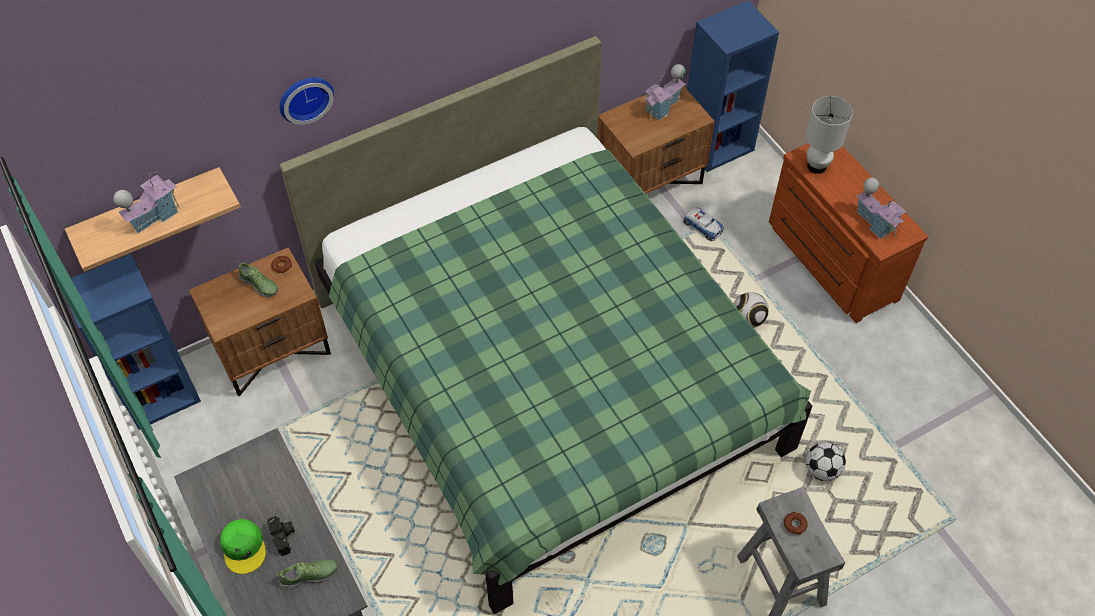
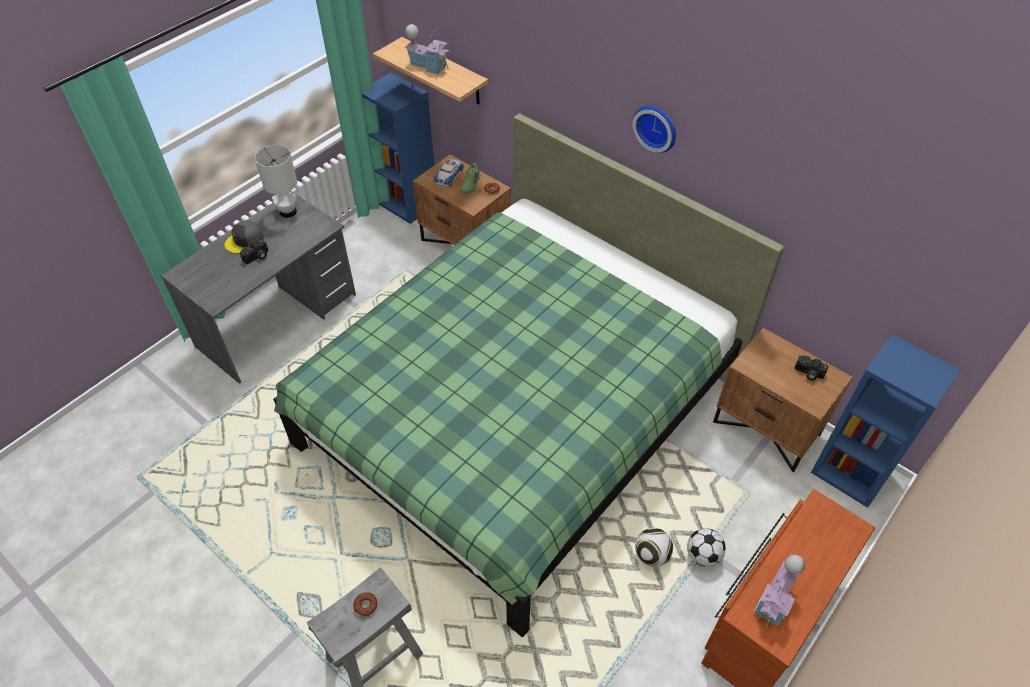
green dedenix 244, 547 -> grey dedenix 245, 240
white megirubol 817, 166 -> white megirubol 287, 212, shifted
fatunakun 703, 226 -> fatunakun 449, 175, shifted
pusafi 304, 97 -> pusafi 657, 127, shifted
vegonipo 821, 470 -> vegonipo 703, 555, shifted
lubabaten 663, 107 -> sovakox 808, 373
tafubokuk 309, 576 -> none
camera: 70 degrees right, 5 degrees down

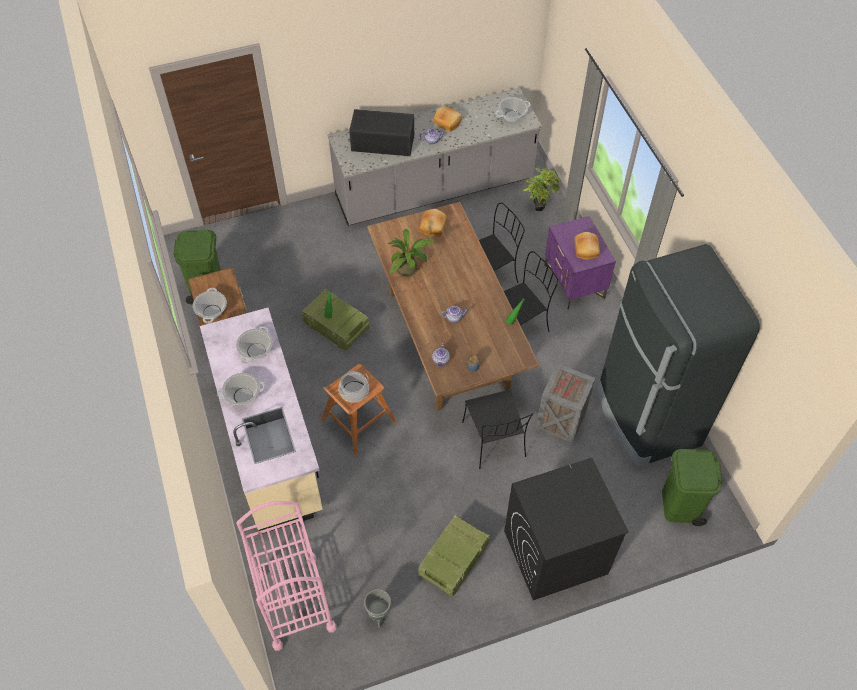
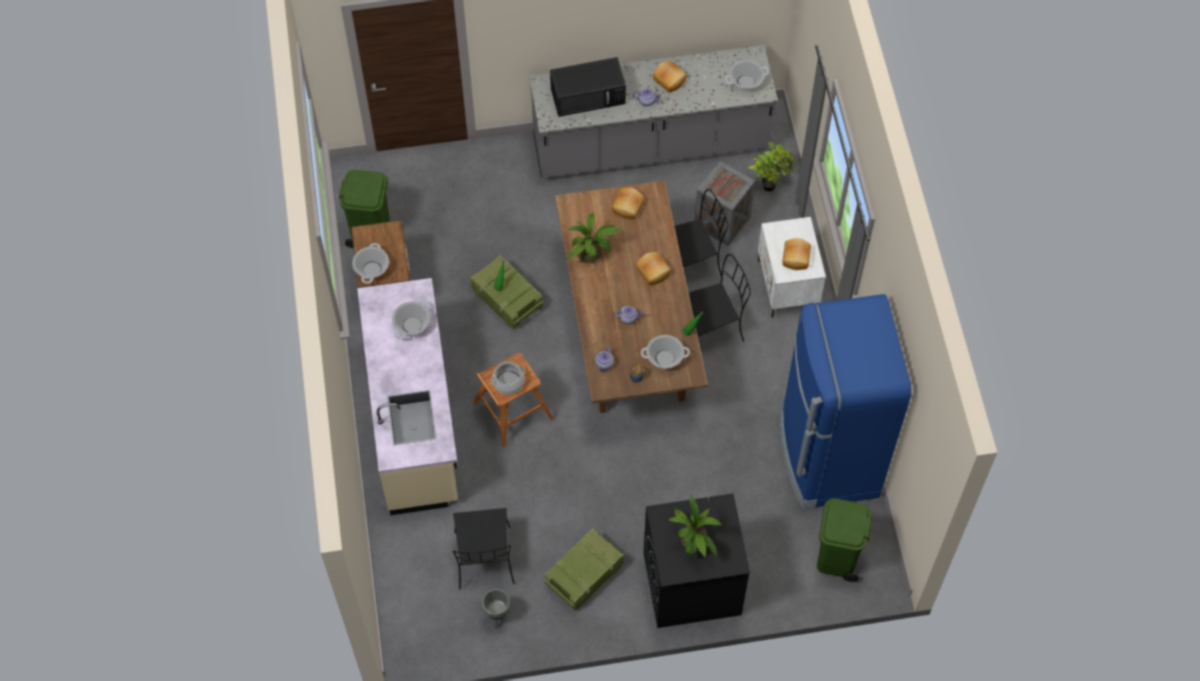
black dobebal 494, 441 -> black dobebal 484, 560, shifted
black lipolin 381, 142 -> black lipolin 589, 95, 150 degrees clockwise
none -> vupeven 653, 271
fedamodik 243, 396 -> fedamodik 665, 358, shifted
none -> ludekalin 694, 543
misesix 562, 419 -> misesix 723, 221, shifted
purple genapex 574, 282 -> white genapex 787, 286
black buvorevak 646, 418 -> blue buvorevak 827, 457
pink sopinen 294, 601 -> none
camera: 10 degrees right, 5 degrees up

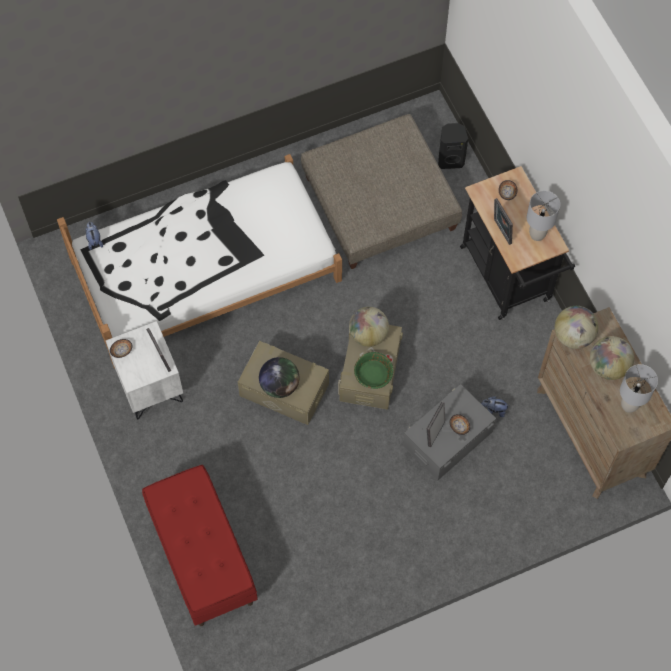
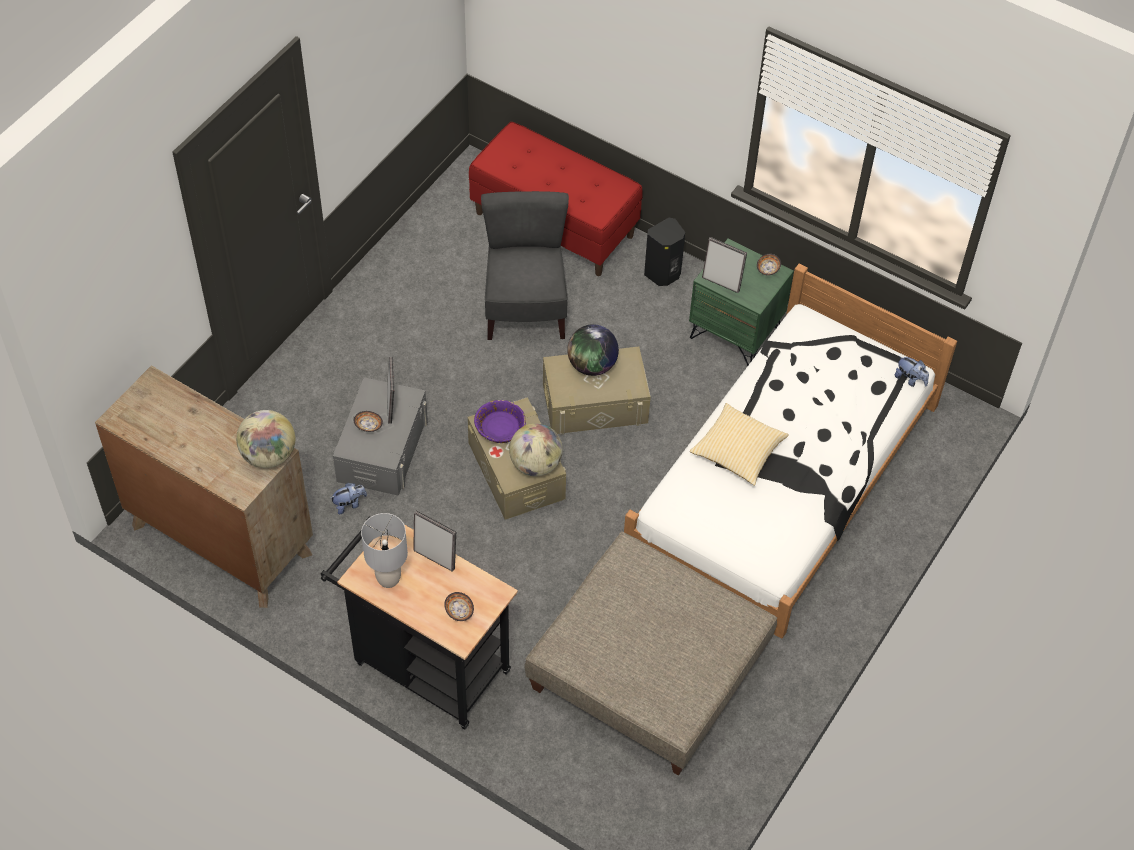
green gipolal 373, 374 -> purple gipolal 500, 428
none -> grey dobebal 525, 310
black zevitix 450, 159 -> black zevitix 663, 274, shifted
white genapex 149, 386 -> green genapex 735, 333
none -> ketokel 738, 452
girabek 608, 366 -> none
grey megirubol 629, 405 -> none
camera: 145 degrees right, 10 degrees down

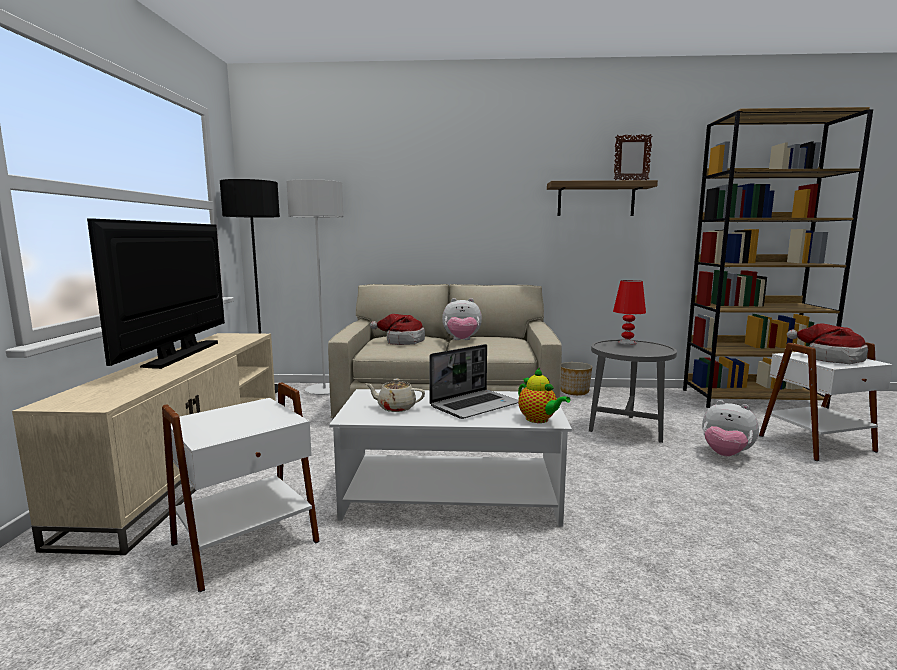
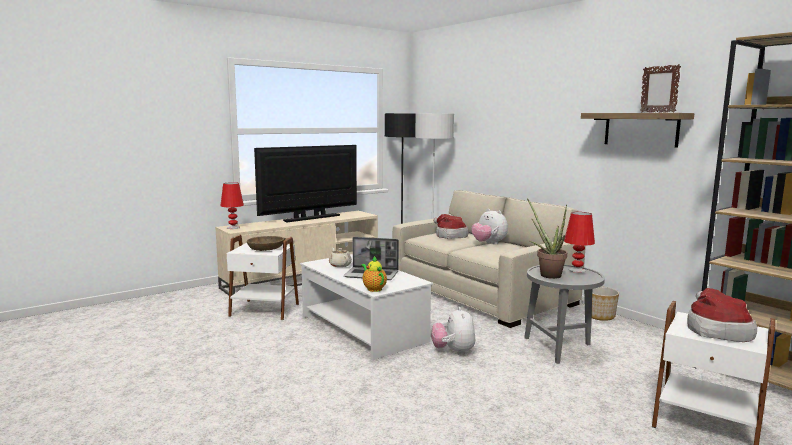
none -> red megirubol 233, 227
none -> brown gipolal 266, 248
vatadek 539, 420 -> vatadek 373, 289, 135 degrees clockwise
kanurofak 725, 455 -> kanurofak 453, 352, shifted
none -> ludekalin 546, 274
camera: 50 degrees right, 0 degrees up

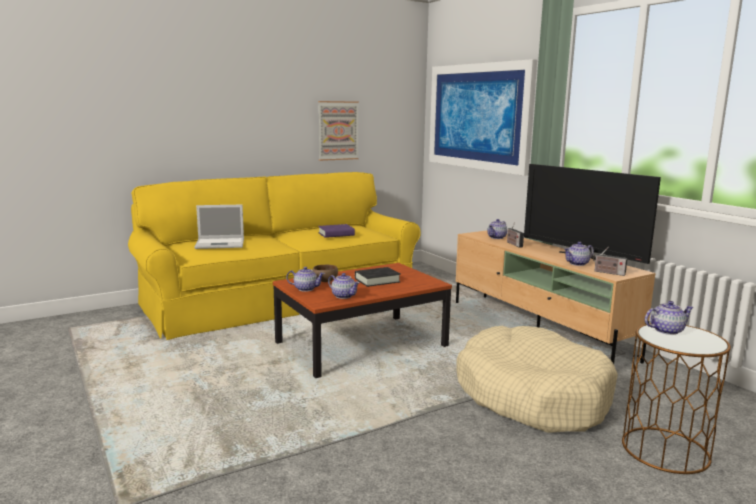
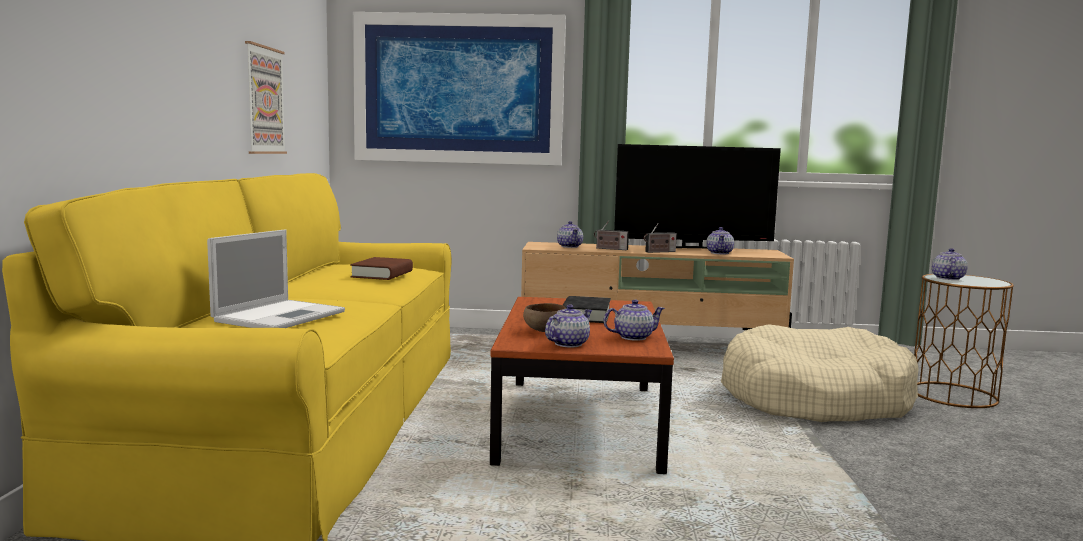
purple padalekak 336, 234 -> brown padalekak 382, 274
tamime 608, 272 -> tamime 659, 252, shifted
camera: 55 degrees left, 5 degrees down

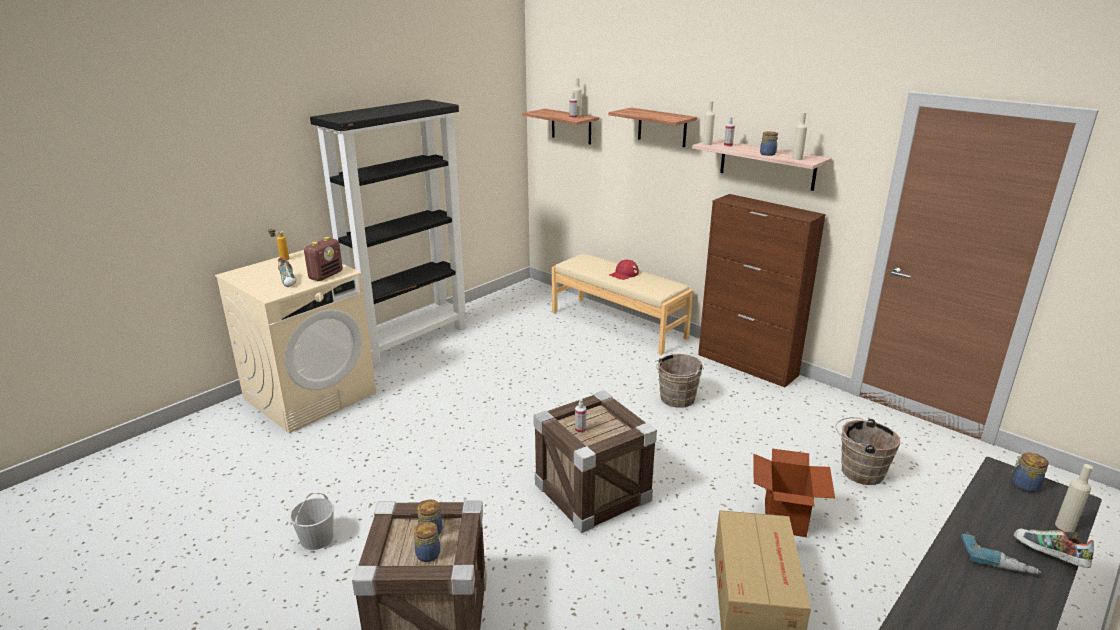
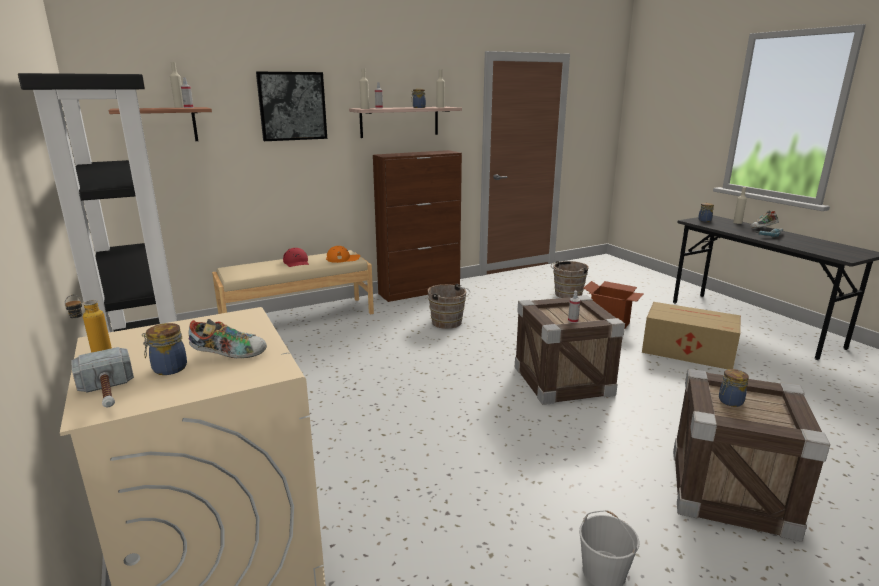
none -> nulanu 108, 394
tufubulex 427, 553 -> tufubulex 168, 369, shifted
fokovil 662, 127 -> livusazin 292, 106
none -> orange dedenix 343, 258
tamime 326, 275 -> none
camera: 70 degrees left, 5 degrees down

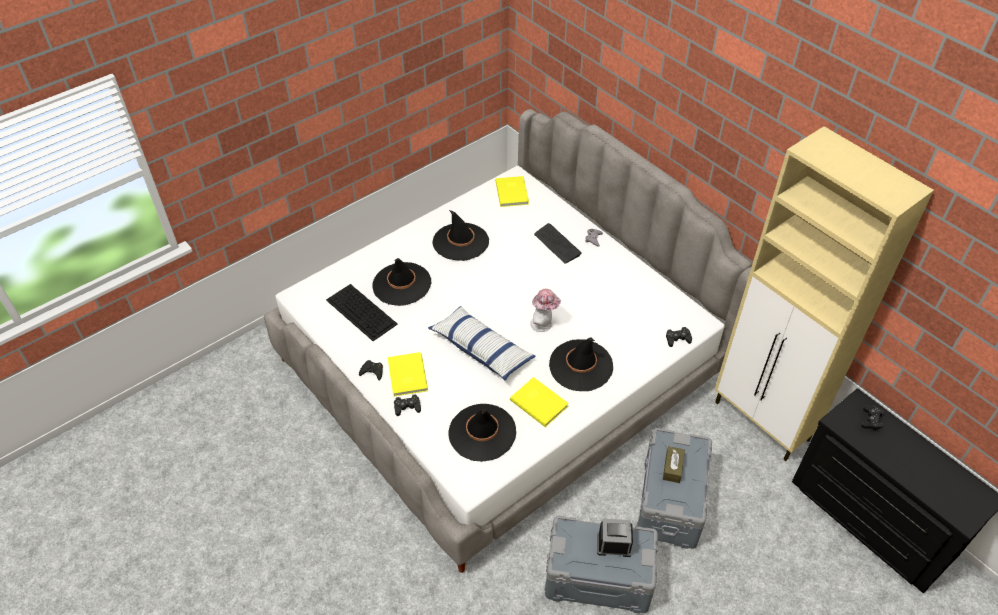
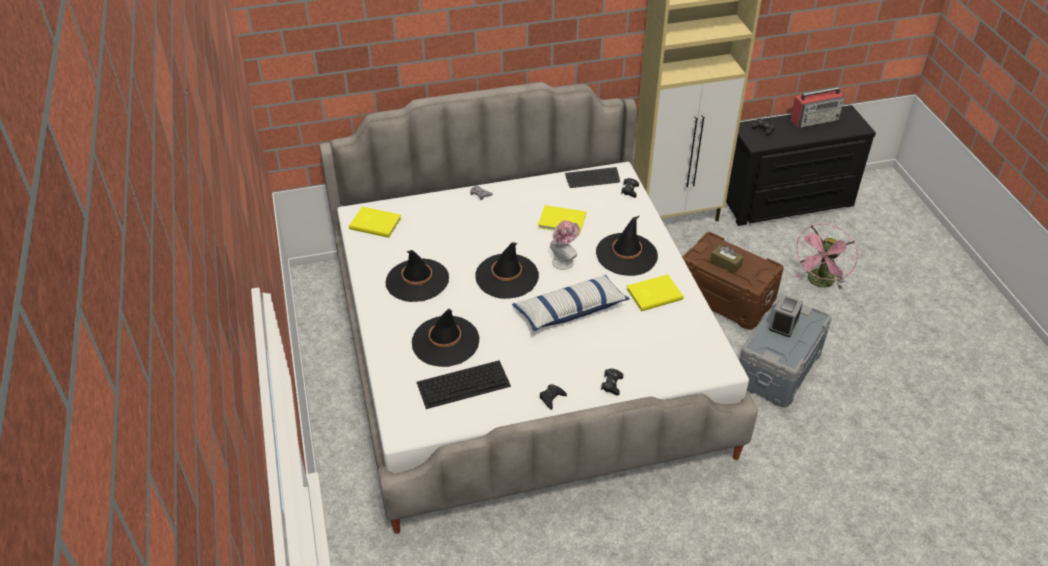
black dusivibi 482, 433 -> black dusivibi 507, 276, shifted
yellow padalekak 406, 376 -> yellow padalekak 562, 222, shifted
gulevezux 557, 244 -> gulevezux 592, 178, shifted
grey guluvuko 669, 501 -> brown guluvuko 725, 298
none -> tamime 815, 119
none -> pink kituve 819, 283
camera: 65 degrees left, 5 degrees down

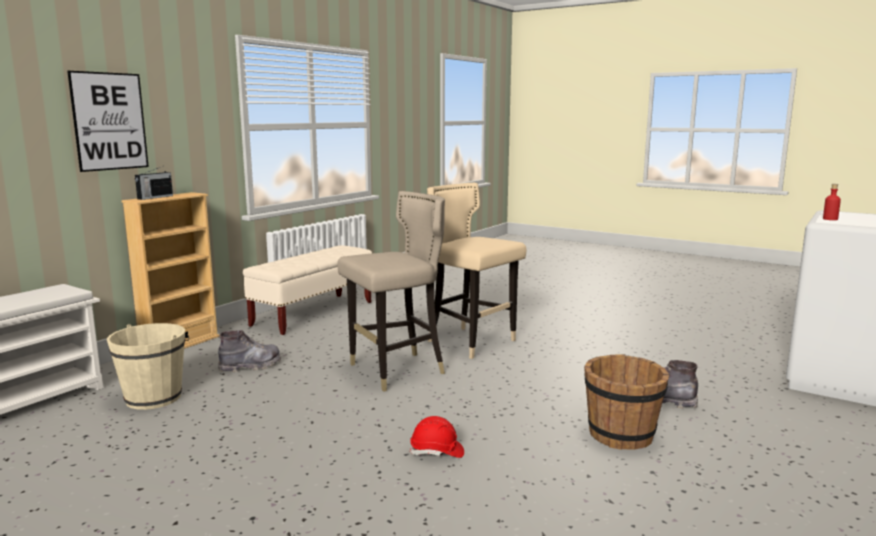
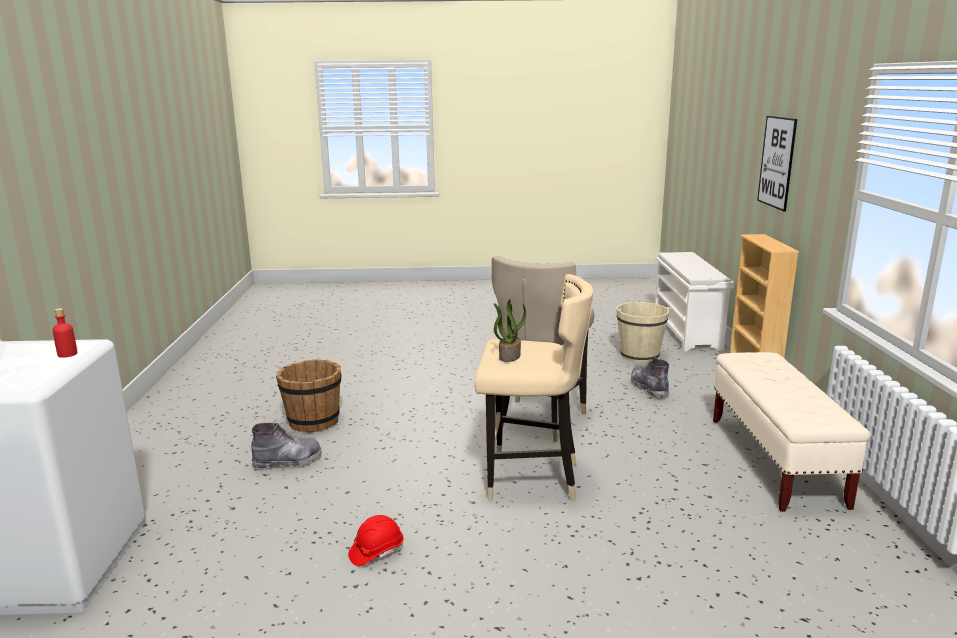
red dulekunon 437, 452 -> red dulekunon 376, 552, shifted
none -> ludekalin 509, 356
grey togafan 251, 366 -> grey togafan 649, 388, 135 degrees clockwise
tamime 154, 197 -> none
camera: 145 degrees right, 5 degrees up

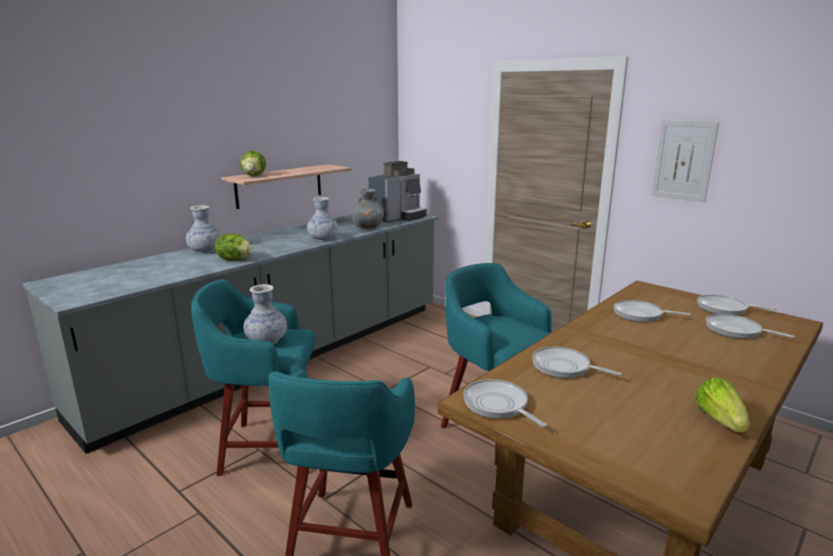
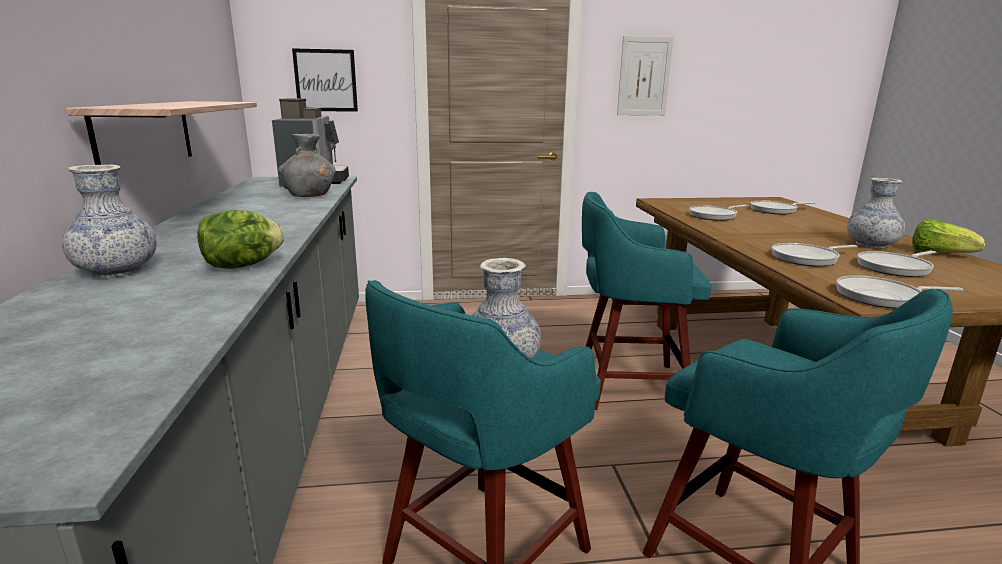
none -> livusazin 325, 80
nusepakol 323, 239 -> nusepakol 871, 245, shifted
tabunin 725, 309 -> tabunin 895, 268, shifted
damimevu 254, 175 -> none
camera: 50 degrees left, 0 degrees up

